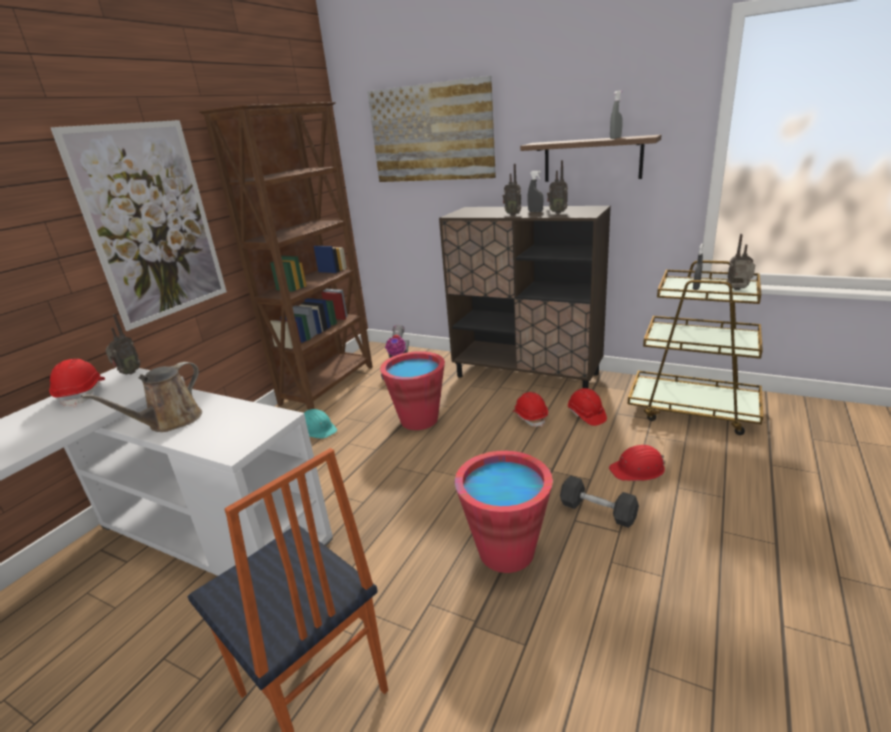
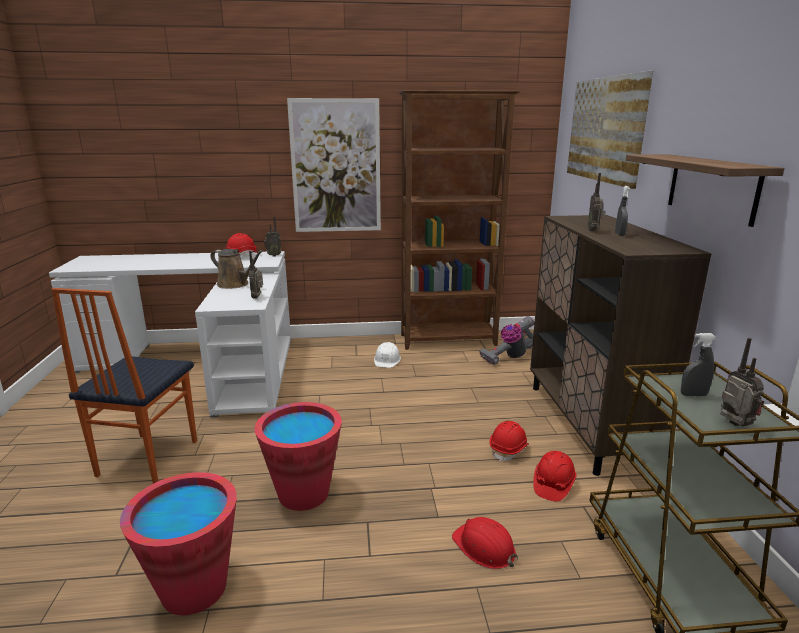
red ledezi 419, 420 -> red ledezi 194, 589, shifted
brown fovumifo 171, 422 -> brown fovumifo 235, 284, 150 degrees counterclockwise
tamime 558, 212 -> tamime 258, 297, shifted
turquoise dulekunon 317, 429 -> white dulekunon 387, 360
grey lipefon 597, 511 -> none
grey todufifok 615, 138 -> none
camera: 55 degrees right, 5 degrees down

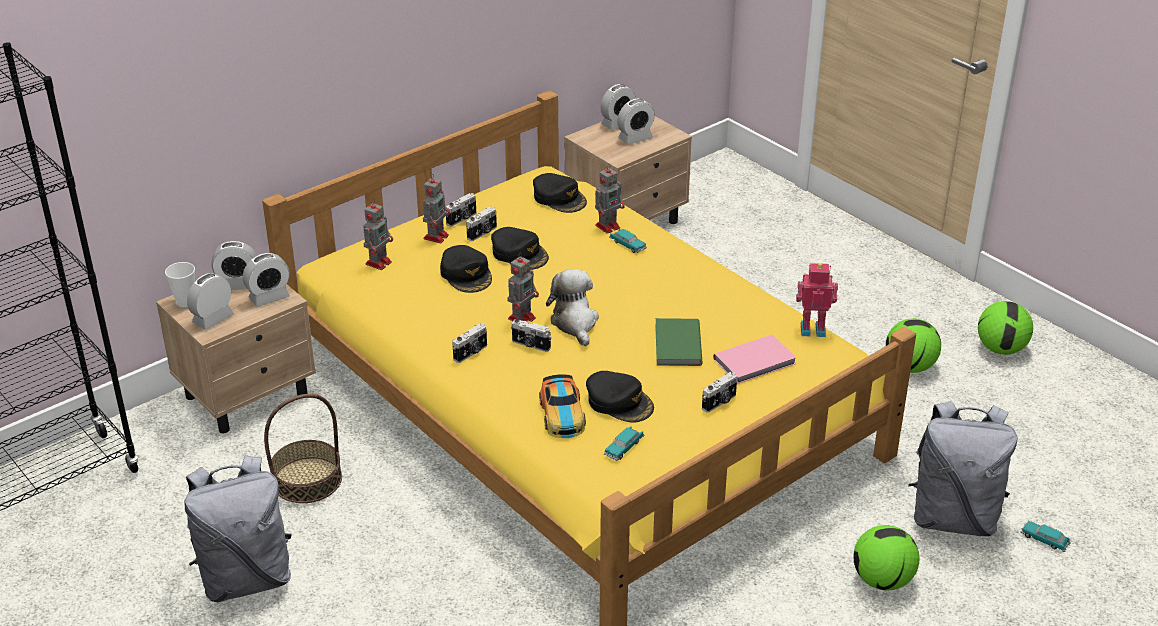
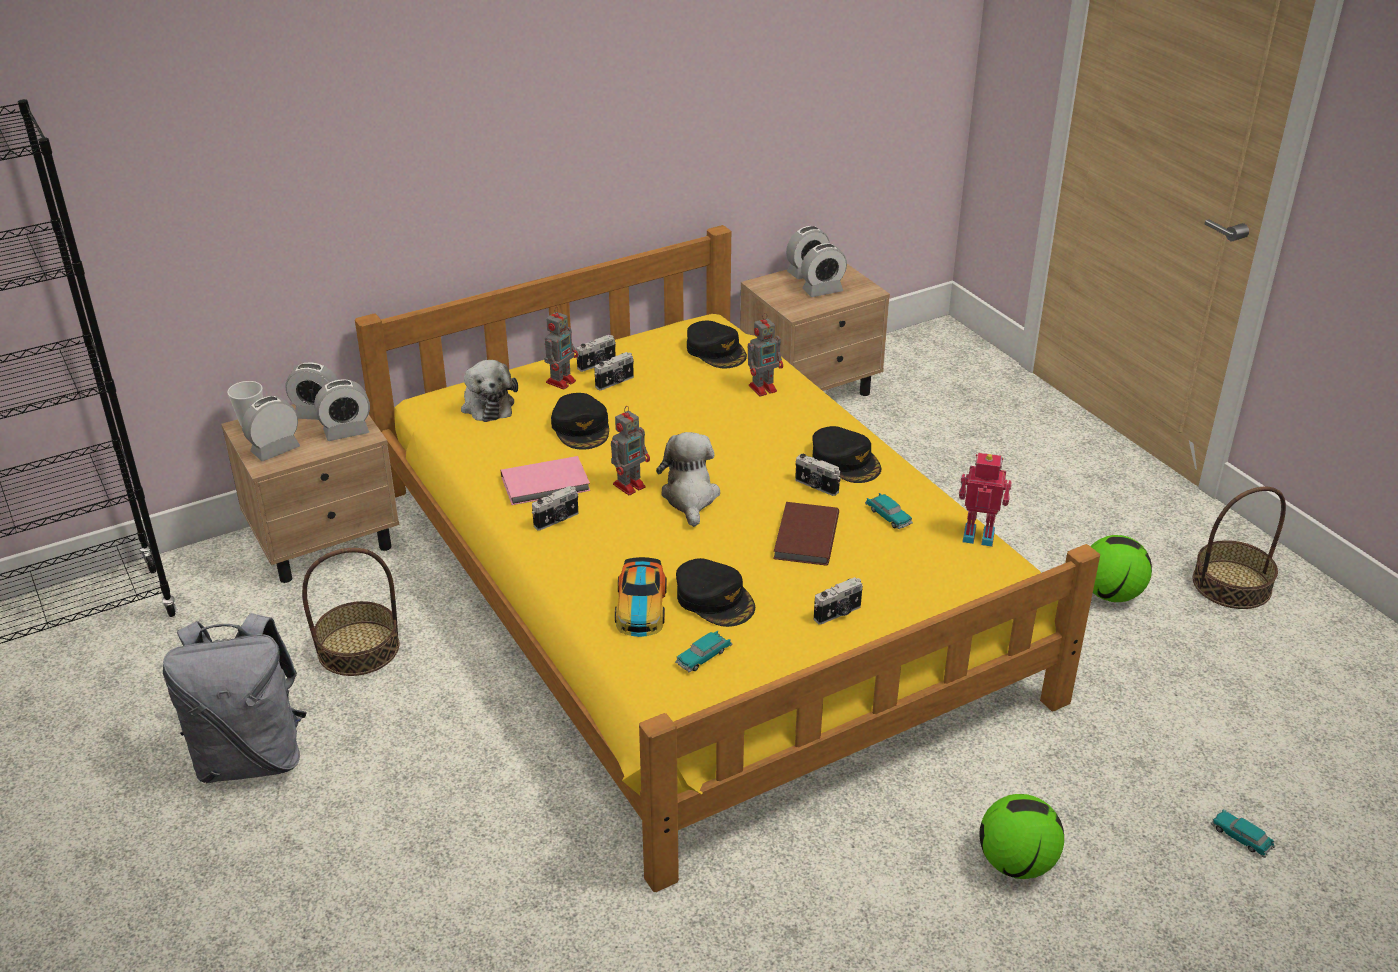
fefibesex 379, 262 -> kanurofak 487, 404
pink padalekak 756, 362 -> pink padalekak 547, 484, shifted
green padalekak 676, 345 -> brown padalekak 804, 537
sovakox 530, 345 -> sovakox 816, 486, shifted
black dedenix 519, 254 -> black dedenix 846, 461, shifted
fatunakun 628, 245 -> fatunakun 888, 516, shifted
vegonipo 1001, 349 -> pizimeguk 1231, 585
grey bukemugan 953, 518 -> none
camera: 10 degrees right, 0 degrees up

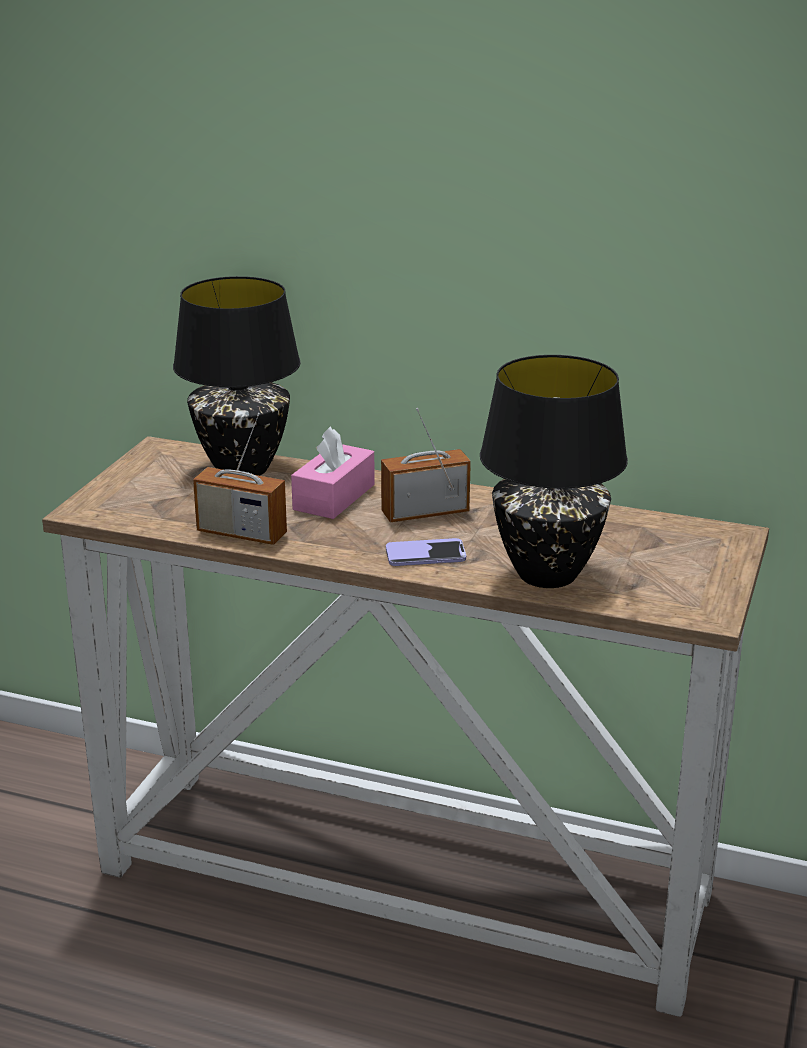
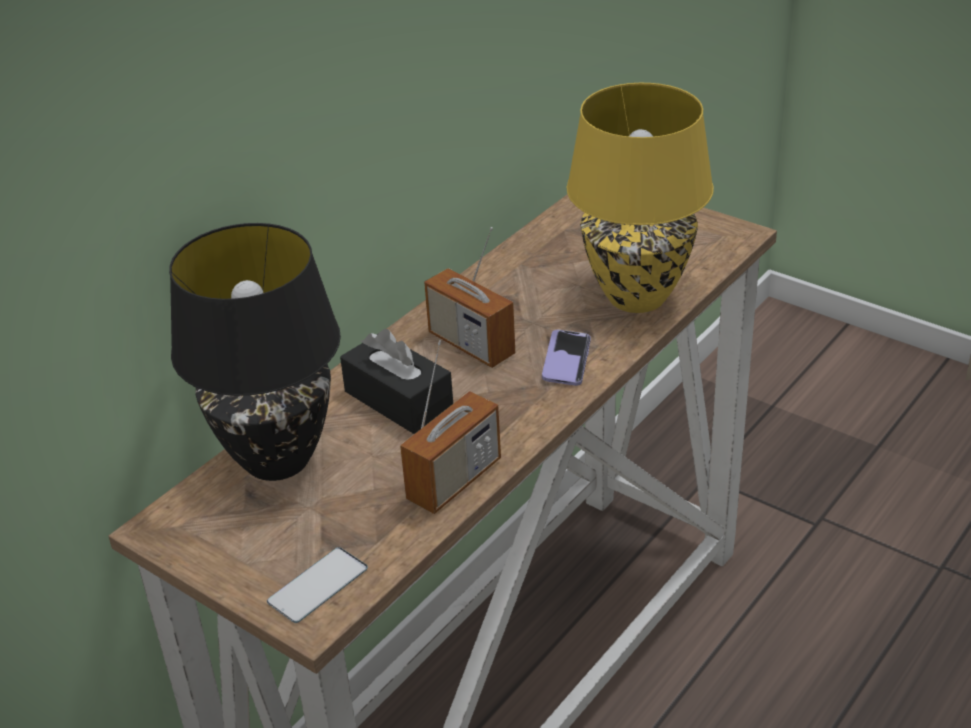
none -> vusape 318, 585
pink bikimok 334, 497 -> black bikimok 398, 400
tamime 425, 513 -> tamime 471, 344, 45 degrees counterclockwise
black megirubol 549, 575 -> yellow megirubol 638, 297
camera: 70 degrees left, 10 degrees up

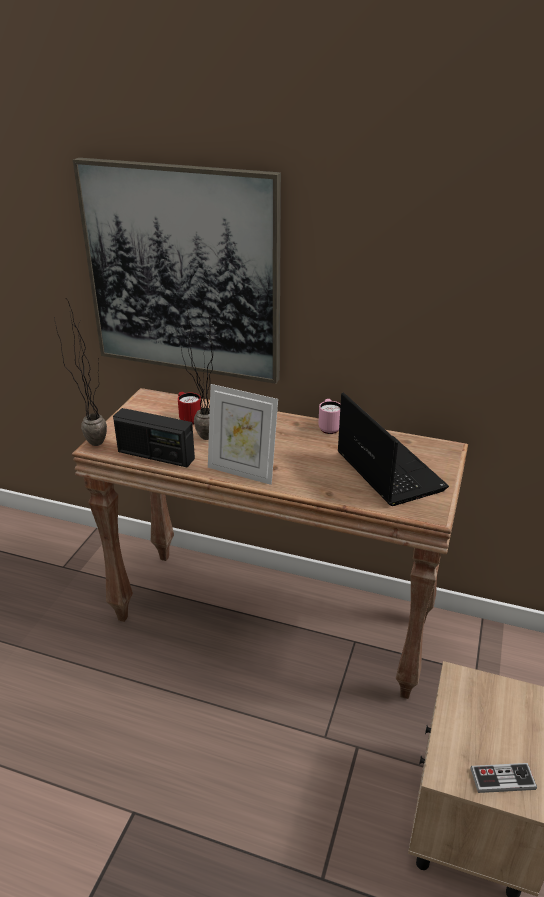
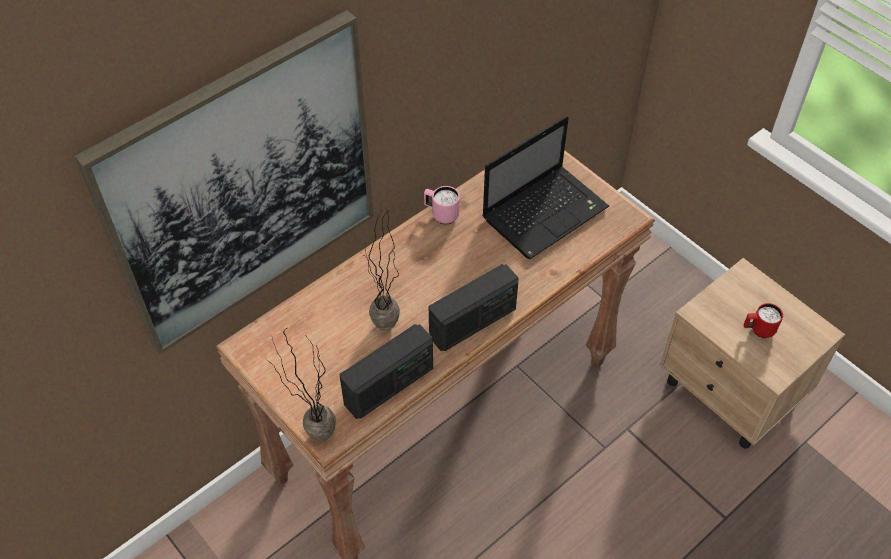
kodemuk 242, 472 -> tamime 473, 322
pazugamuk 387, 470 -> pazugamuk 546, 211, 135 degrees clockwise
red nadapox 189, 419 -> red nadapox 758, 330, shifted
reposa 502, 779 -> none
camera: 60 degrees left, 20 degrees up

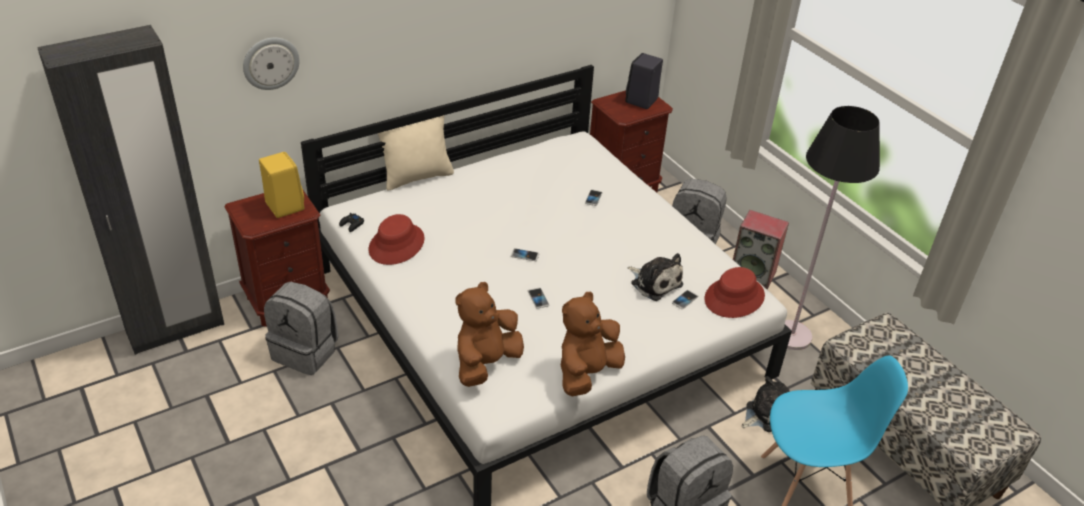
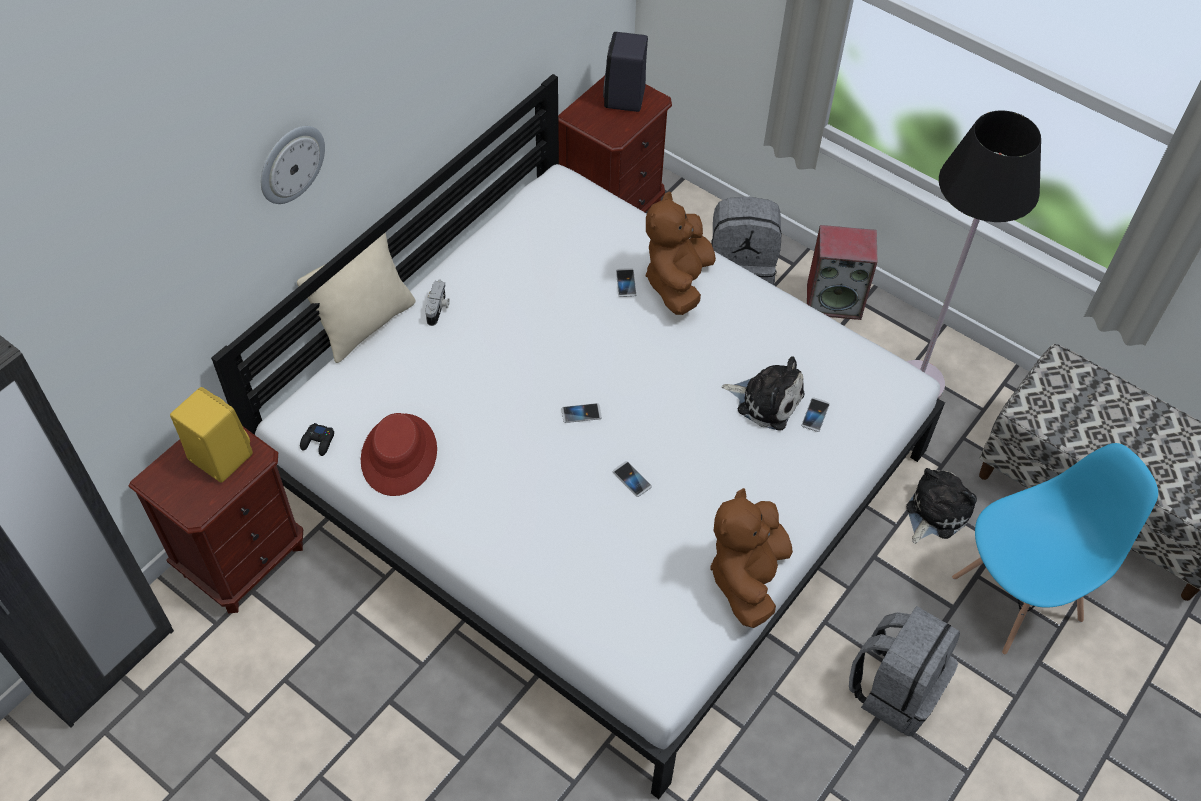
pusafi 270, 63 -> pusafi 290, 163, shifted
none -> sovakox 438, 309
brown kanurofak 486, 363 -> brown kanurofak 677, 282, shifted
grey bukemugan 306, 352 -> none
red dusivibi 734, 298 -> none
camera: 20 degrees left, 15 degrees up

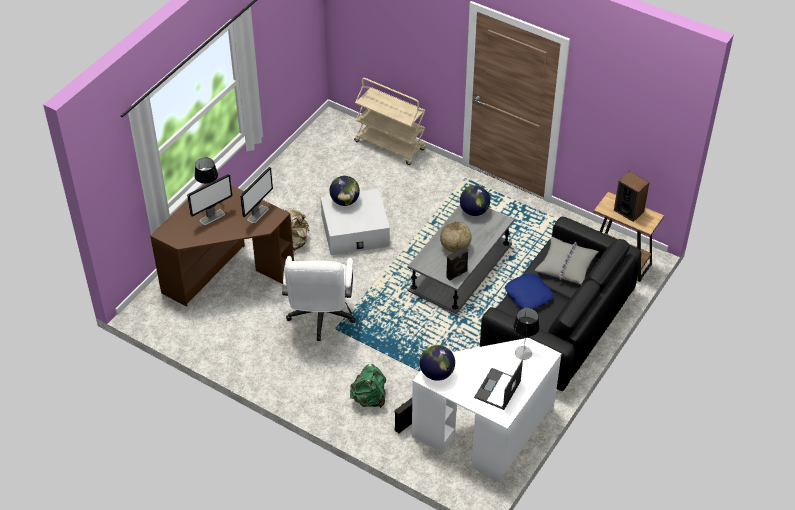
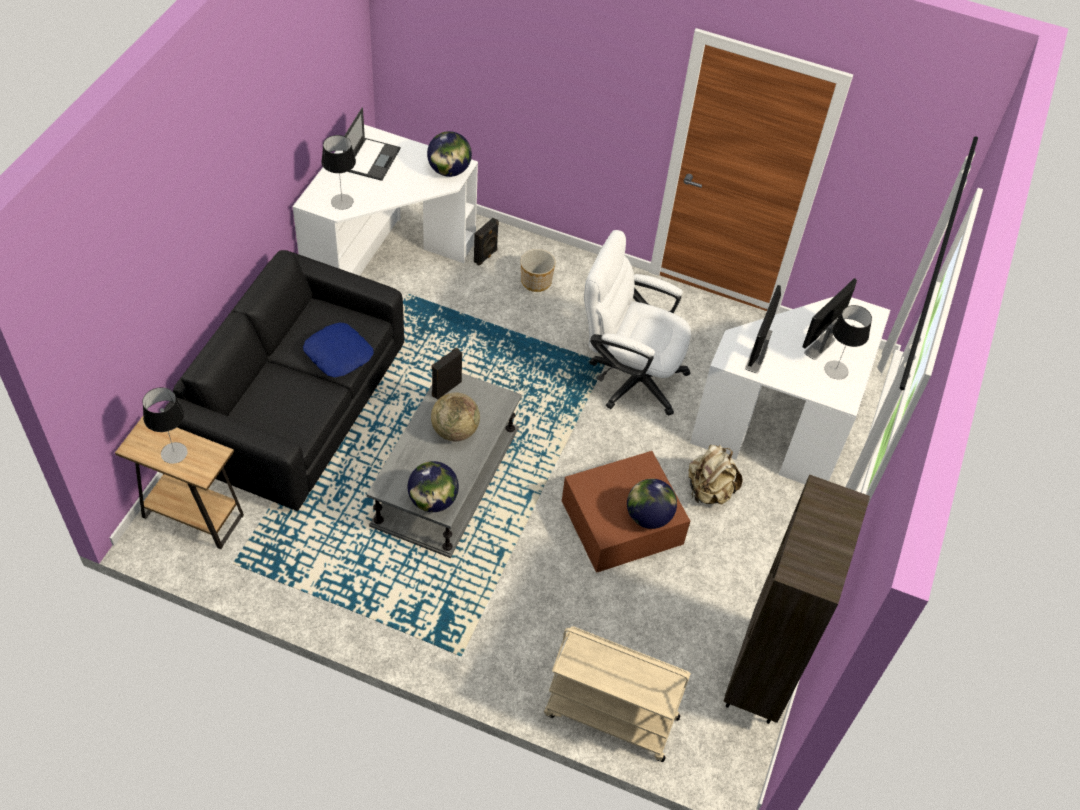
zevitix 628, 211 -> megirubol 174, 453
green bukemugan 369, 398 -> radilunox 535, 281
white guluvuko 355, 231 -> brown guluvuko 622, 522
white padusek 320, 318 -> white padusek 628, 376, 60 degrees counterclockwise
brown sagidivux 226, 274 -> white sagidivux 783, 426
none -> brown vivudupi 761, 676
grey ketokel 566, 266 -> none
camera: 165 degrees right, 5 degrees up

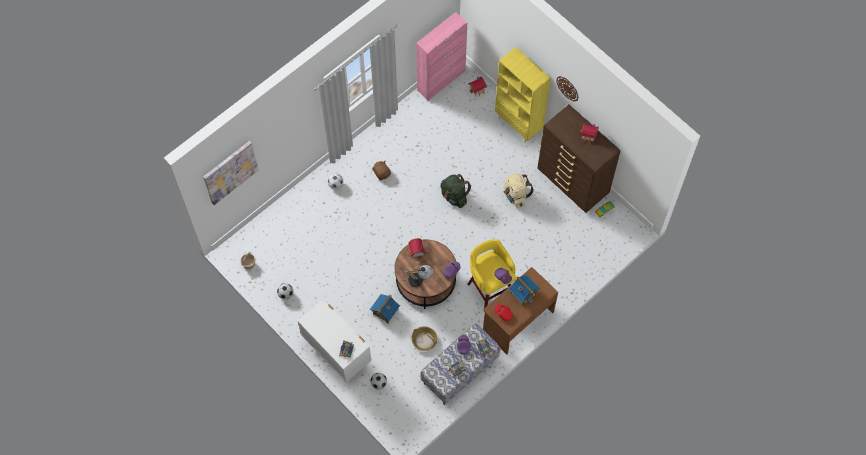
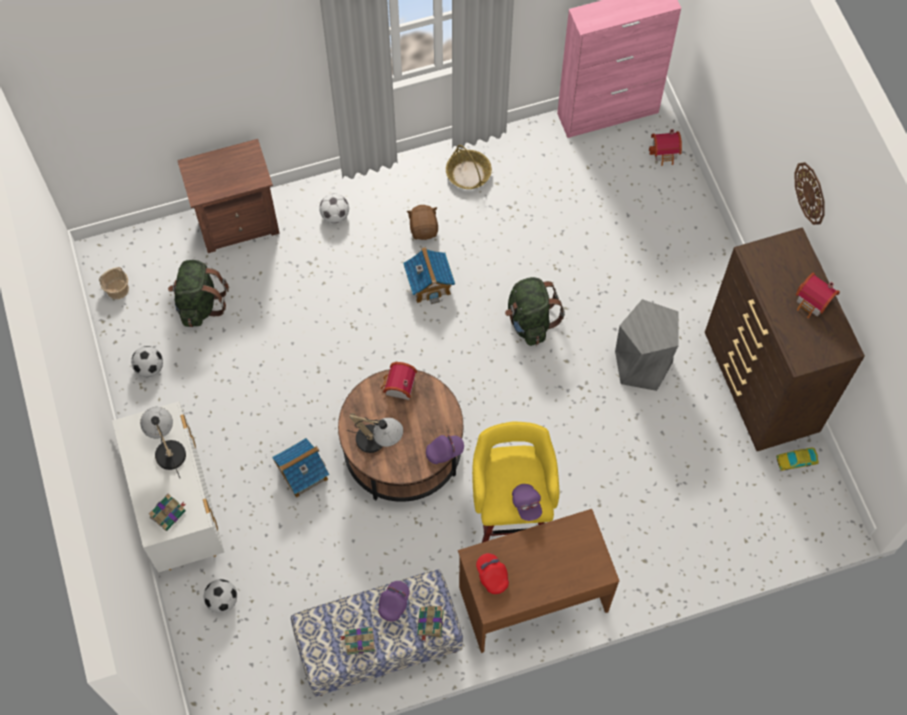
none -> megirubol 167, 448
none -> green bukemugan 200, 304
none -> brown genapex 238, 222
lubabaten 523, 293 -> lubabaten 429, 283, shifted
pizimeguk 424, 340 -> pizimeguk 468, 174, shifted
beige bukemugan 515, 195 -> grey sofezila 642, 365
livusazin 230, 172 -> none
yellow vivudupi 518, 125 -> none
camera: 25 degrees right, 0 degrees up

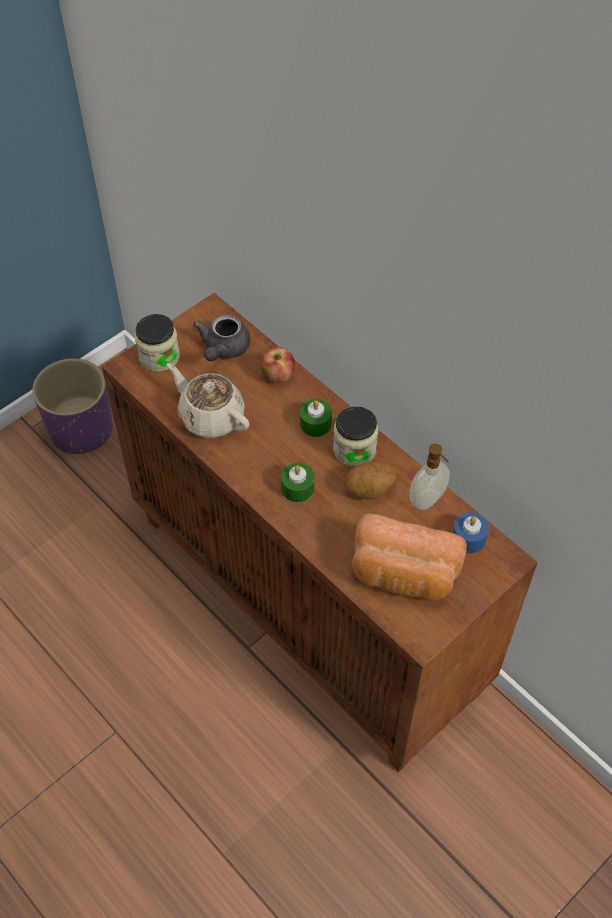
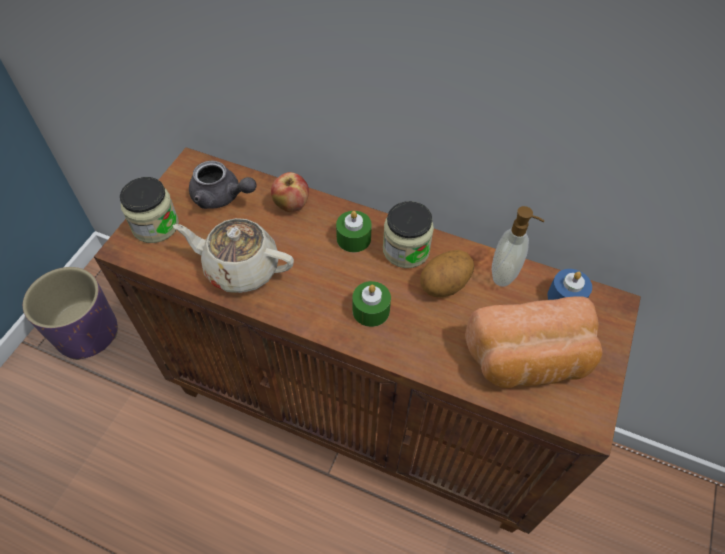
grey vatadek 223, 349 -> grey vatadek 222, 197, 60 degrees counterclockwise
camera: 25 degrees left, 0 degrees up

